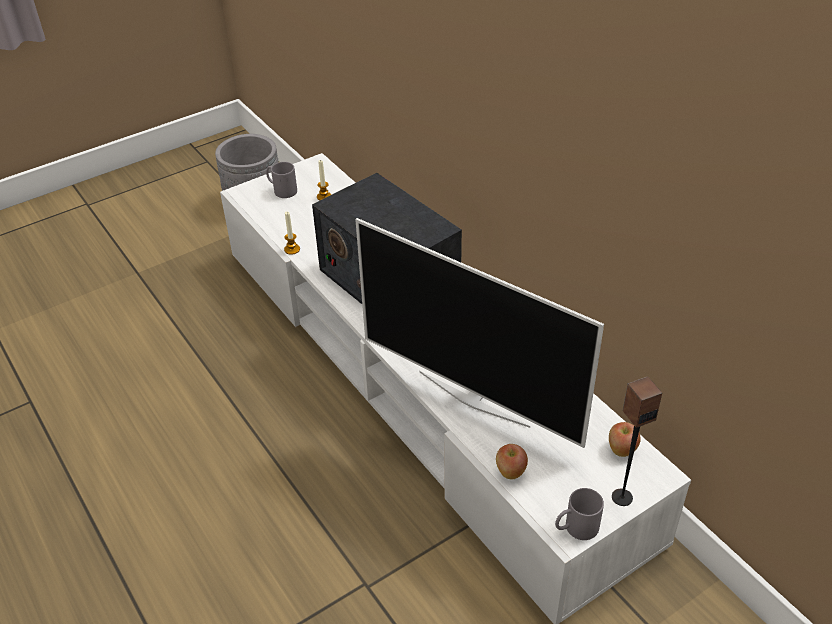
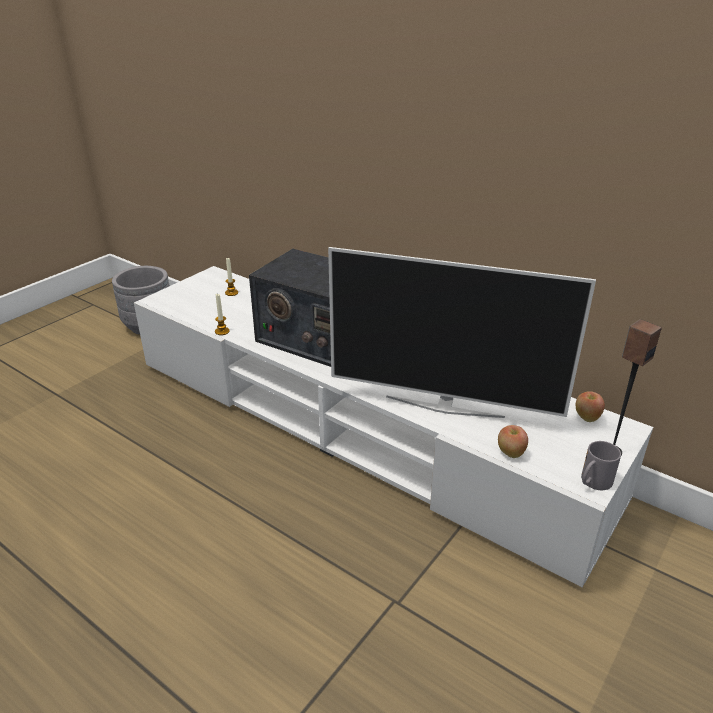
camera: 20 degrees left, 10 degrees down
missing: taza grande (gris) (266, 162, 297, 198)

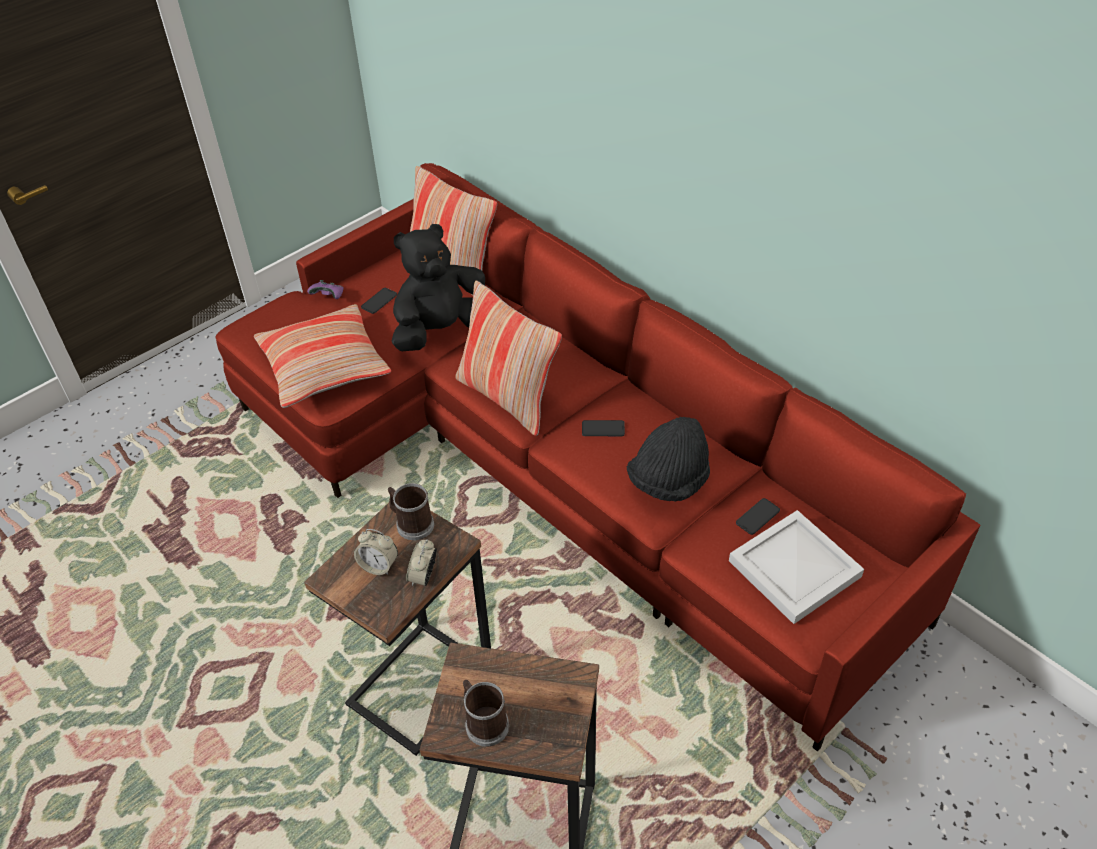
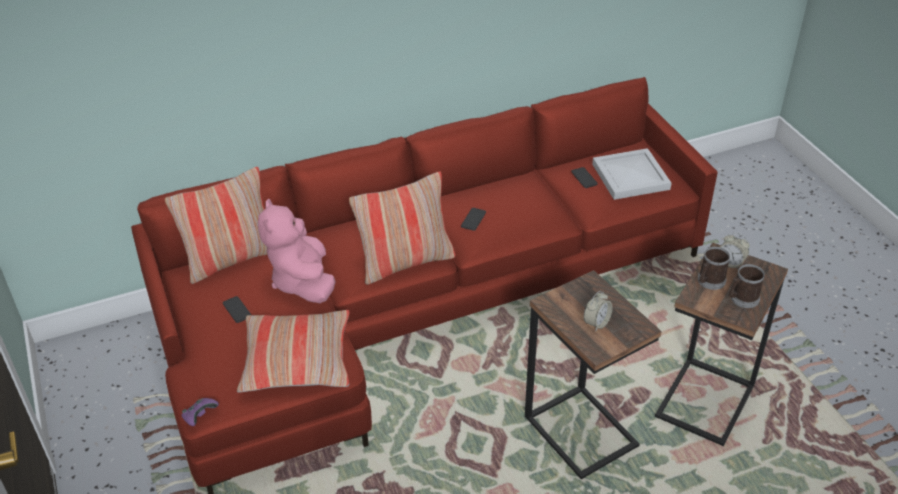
camera: 70 degrees left, 5 degrees down
missing: sombrero (negro) (627, 417, 710, 501)
relocated: mando de consola (morado) (307, 280, 344, 299) to (182, 398, 219, 426); taza grande (388, 483, 434, 540) to (698, 247, 730, 290); despertador (406, 539, 437, 587) to (720, 232, 750, 269)
colour: peluche (negro) (391, 224, 485, 351) to peluche (rosa) (258, 198, 336, 303)

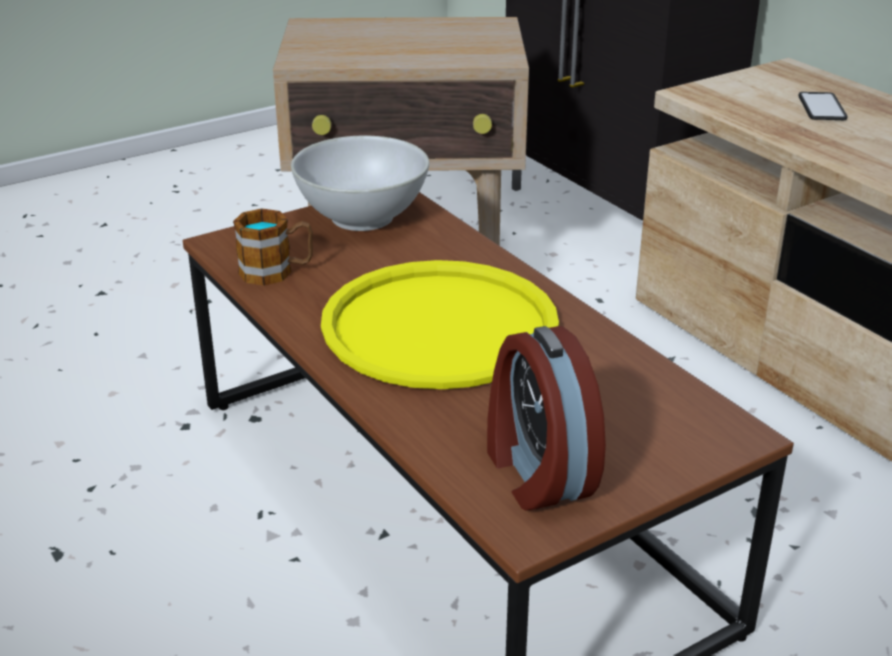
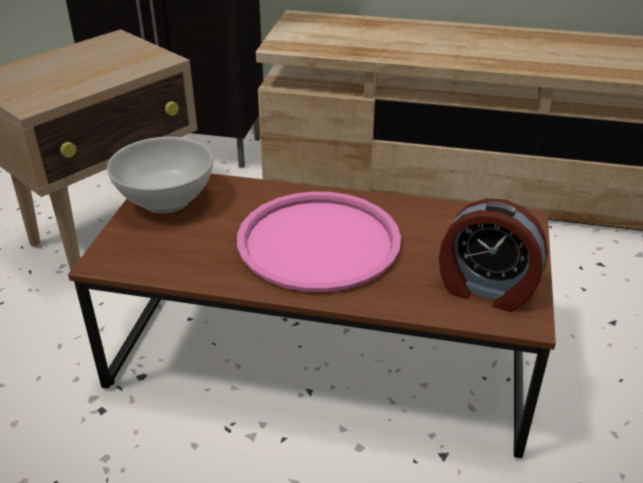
camera: 45 degrees left, 5 degrees up
missing: móvil (799, 92, 847, 120); taza grande (233, 208, 313, 286)
colour: bandeja (amarillo) (321, 260, 559, 389) to bandeja (rosa) (237, 192, 401, 292)

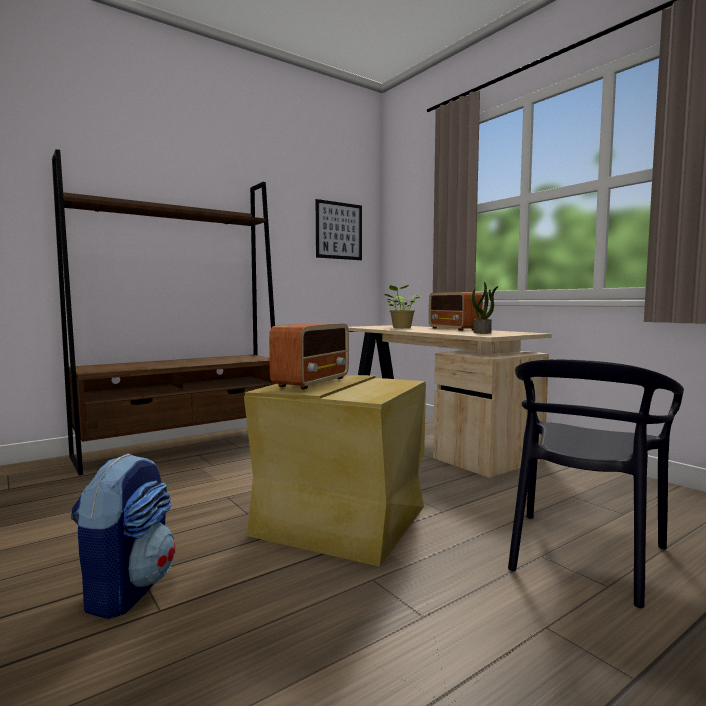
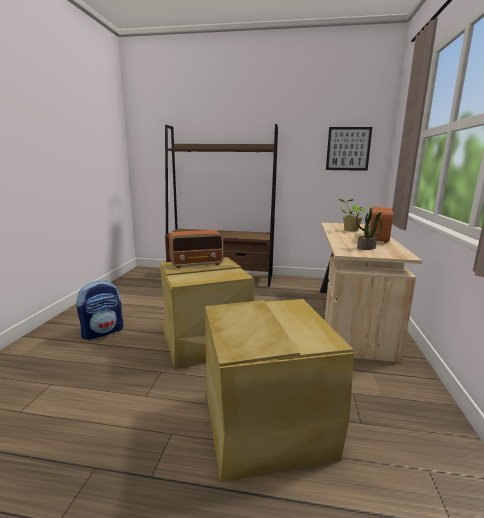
camera: 45 degrees right, 10 degrees up
exchanged: silla (negro) (508, 359, 684, 608) to caja de almacenaje (beis) (205, 299, 354, 483)

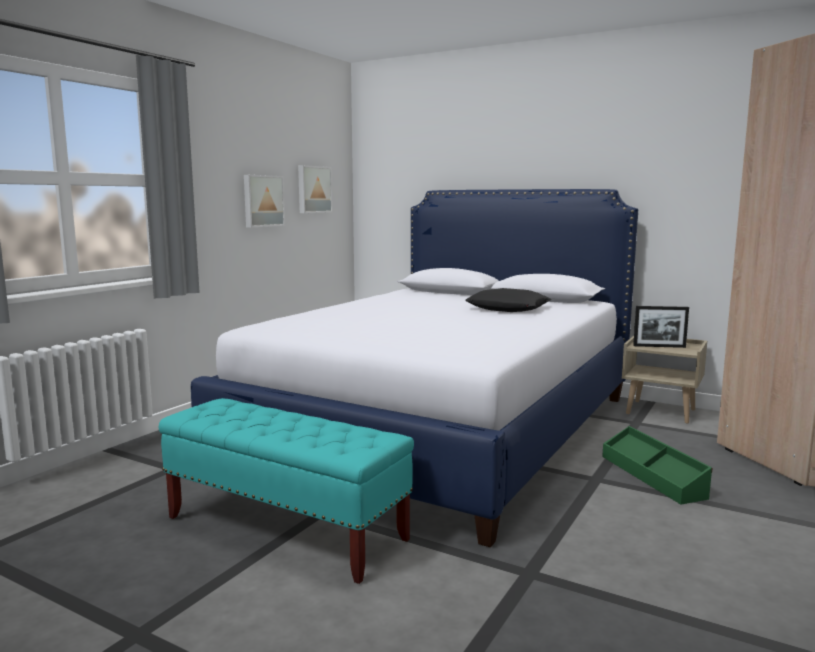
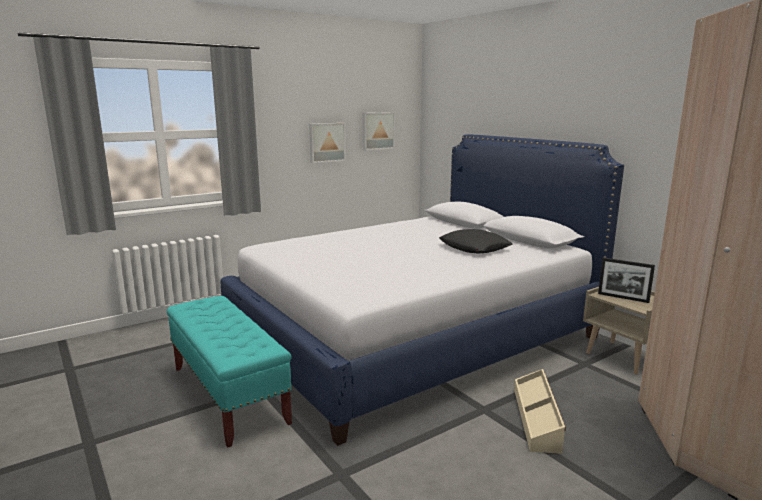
camera: 25 degrees right, 5 degrees up
colour: caja de almacenaje (verde) (602, 426, 712, 505) to caja de almacenaje (beis) (514, 369, 566, 454)

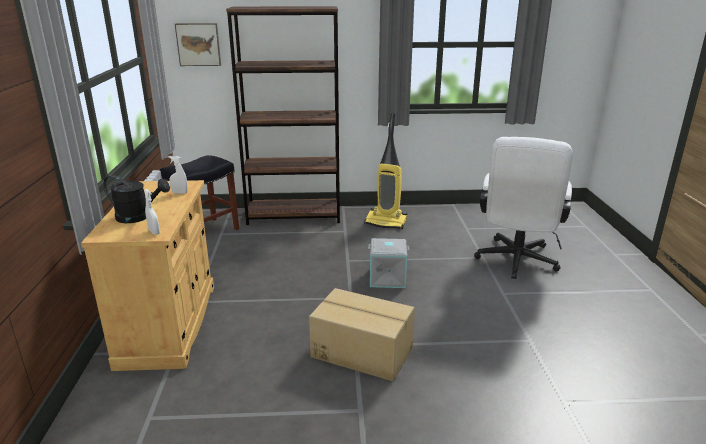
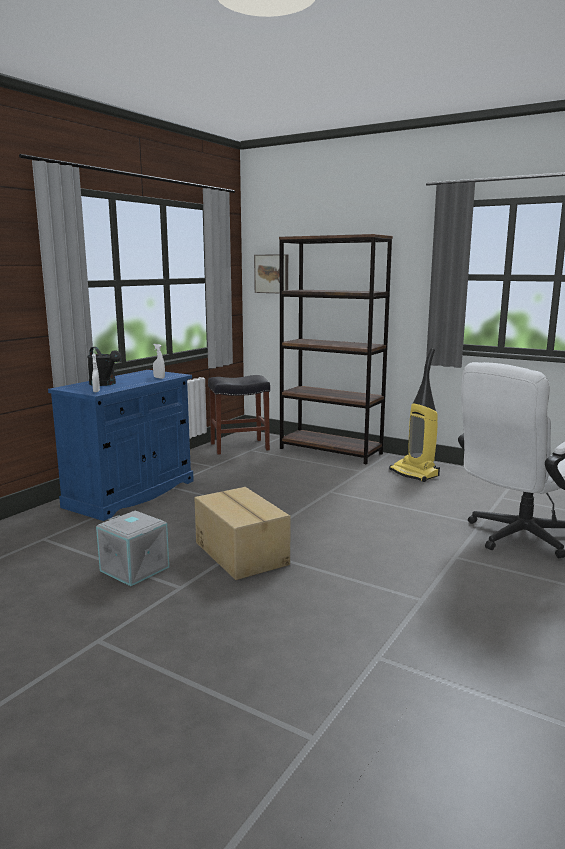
camera: 35 degrees right, 10 degrees down
relocated: caja de almacenaje (gris) (368, 238, 409, 288) to (96, 510, 169, 586)
colour: armario (beis) (81, 180, 214, 371) to armario (azul) (48, 370, 194, 521)

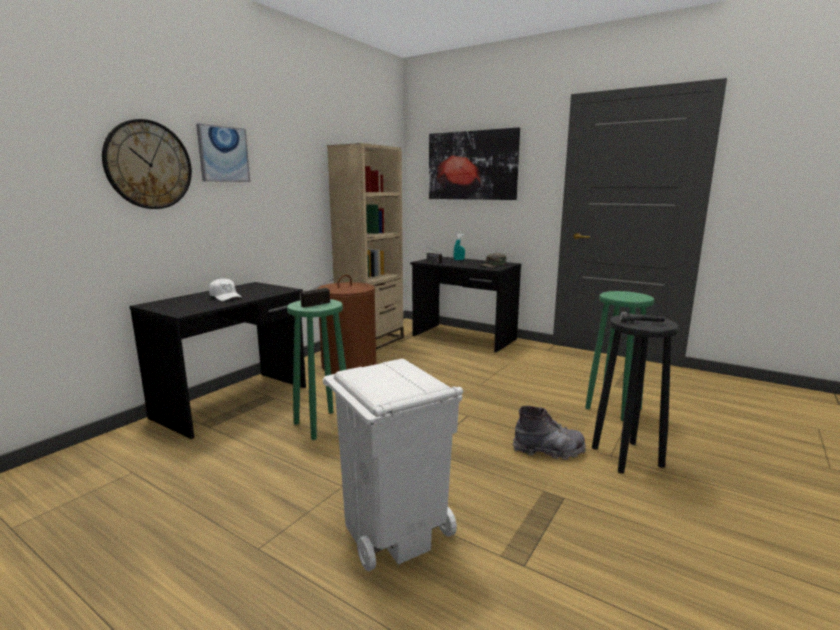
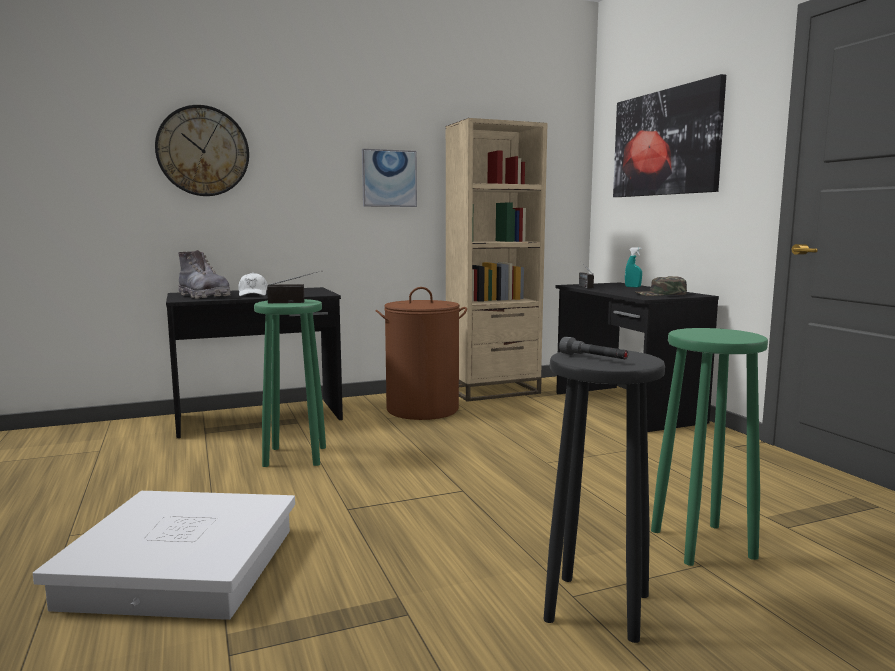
camera: 35 degrees right, 5 degrees down
relocated: cuadro (196, 123, 250, 182) to (362, 149, 417, 207); bota (gris) (513, 406, 586, 460) to (178, 250, 231, 299)
exchanged: papelera (blanco) (323, 359, 463, 572) to caja de almacenaje (blanco) (33, 491, 295, 620)

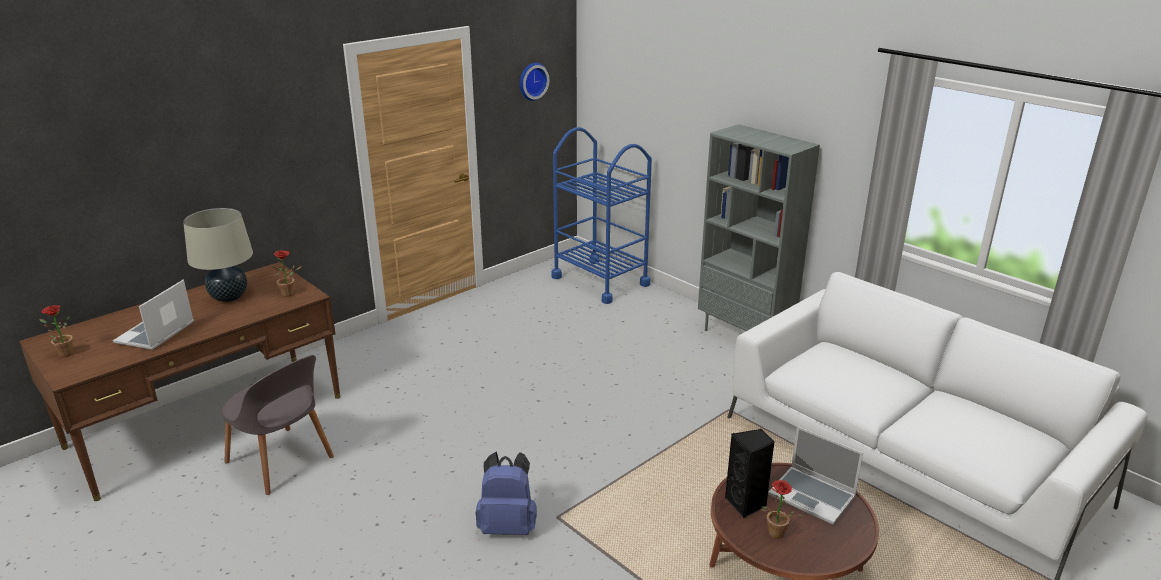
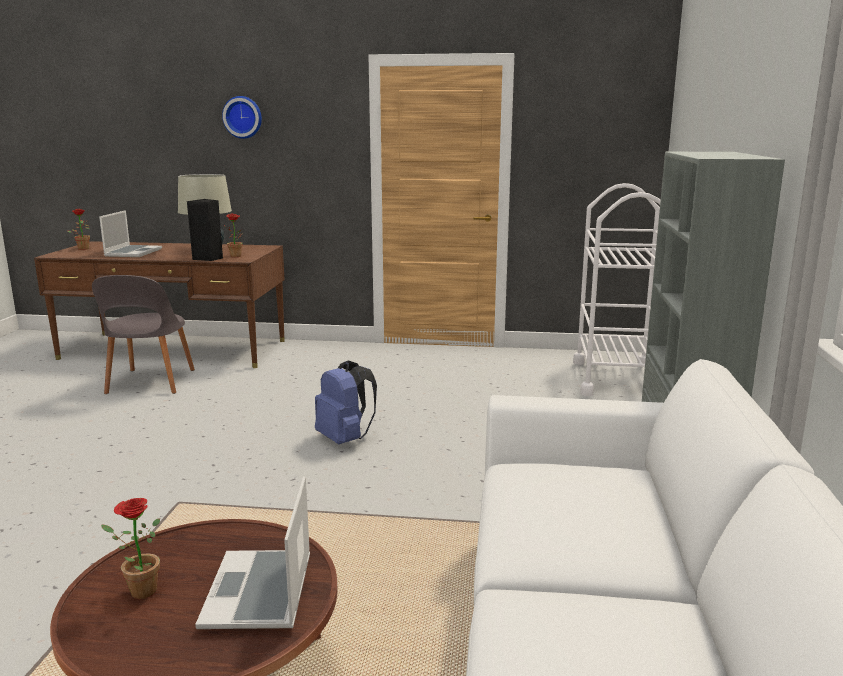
camera: 50 degrees right, 10 degrees down
relocated: reloj de pared (520, 63, 549, 101) to (222, 96, 262, 139); altavoz (negro) (725, 429, 775, 518) to (187, 199, 223, 261); mochila (azul) (476, 451, 537, 535) to (315, 360, 377, 444)
colour: carrito (azul) (551, 127, 652, 304) to carrito (blanco) (573, 183, 661, 396)
spun: portátil (113, 280, 194, 350) = (99, 210, 162, 257) 120 degrees clockwise

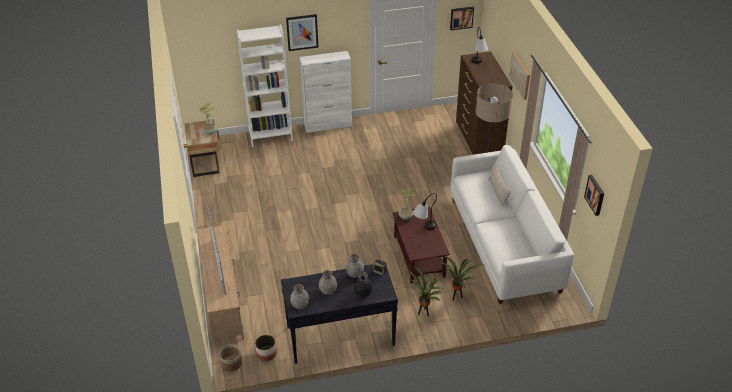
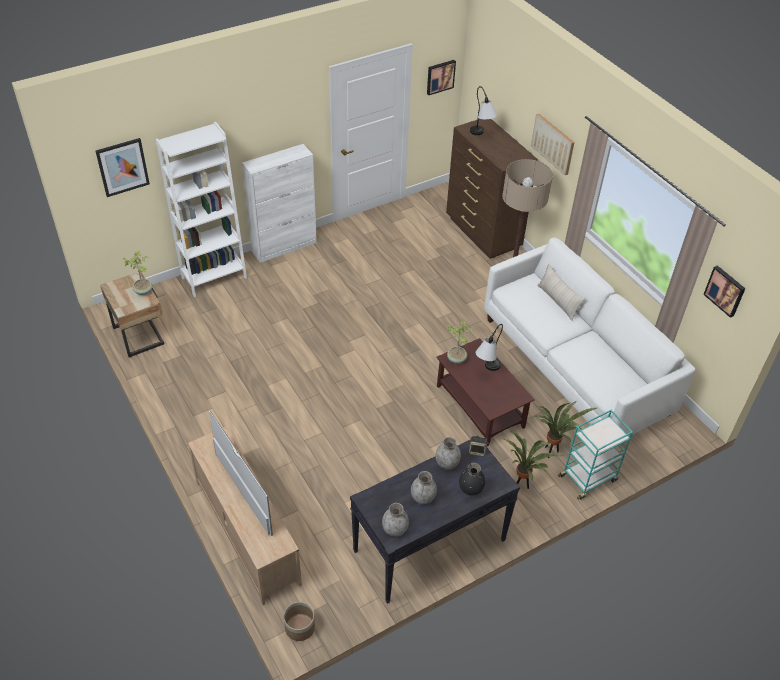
camera: 20 degrees left, 5 degrees up
missing: maceta (255, 335, 277, 361)
appeared: carrito (turquesa) (558, 410, 633, 500)
relocated: cuadro (286, 14, 319, 51) to (96, 138, 150, 197)

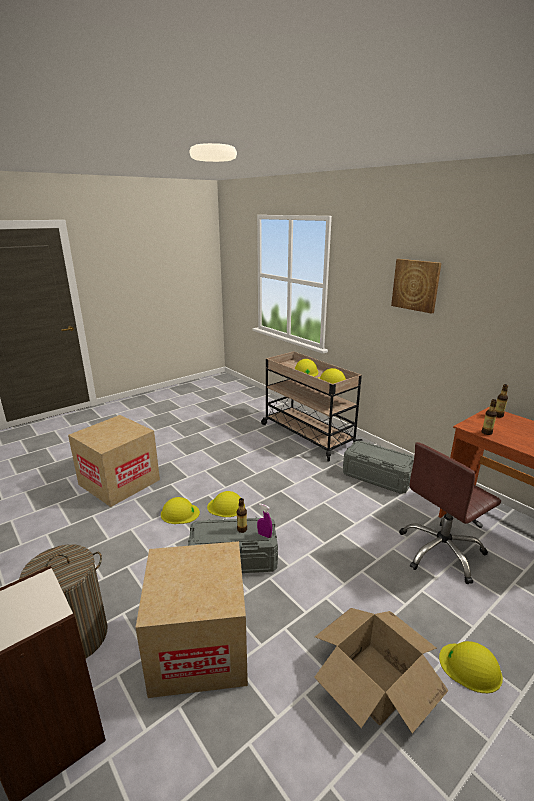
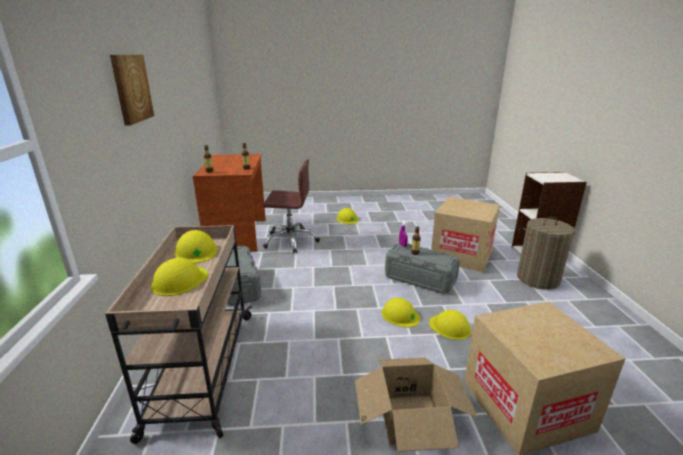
camera: 145 degrees left, 0 degrees up
relocated: caja de cartón (314, 608, 449, 734) to (355, 358, 478, 452)

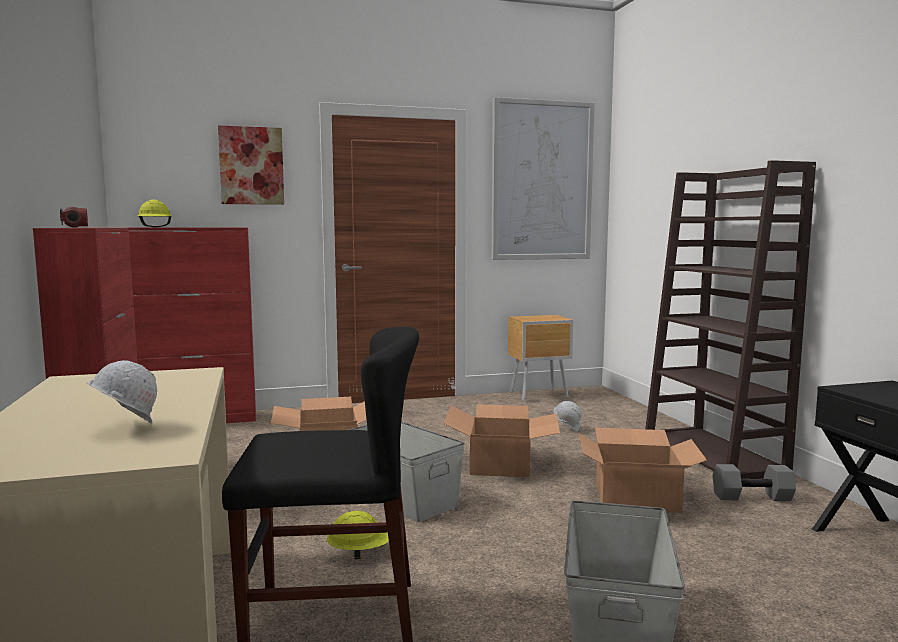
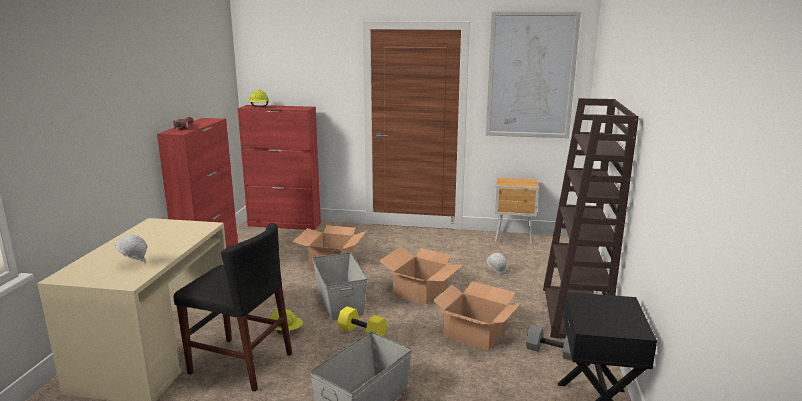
camera: 25 degrees right, 10 degrees up
missing: cuadro (218, 125, 284, 205)
appeared: mancuerna (amarillo) (337, 306, 387, 336)

